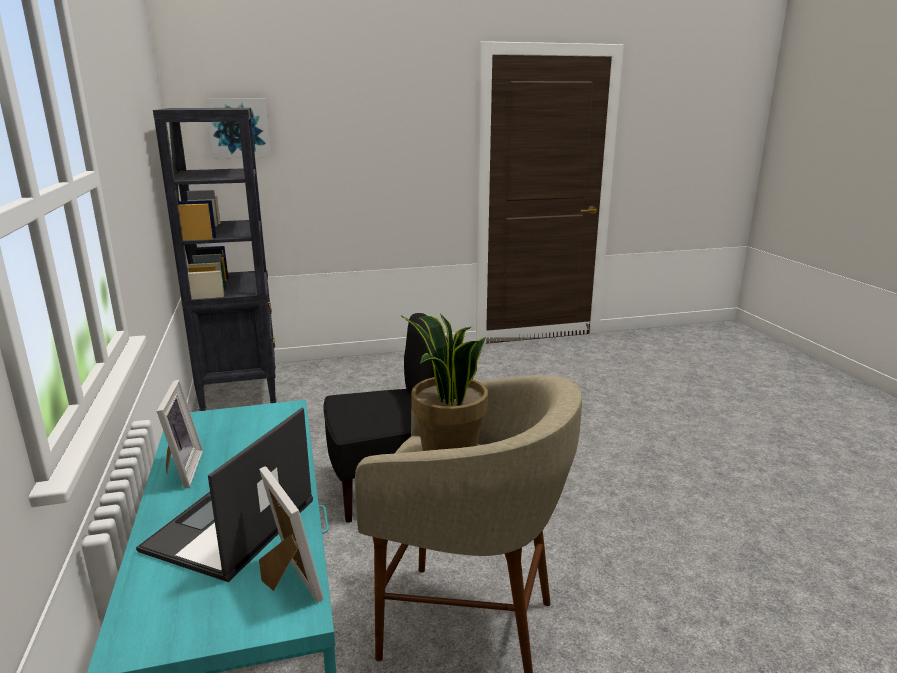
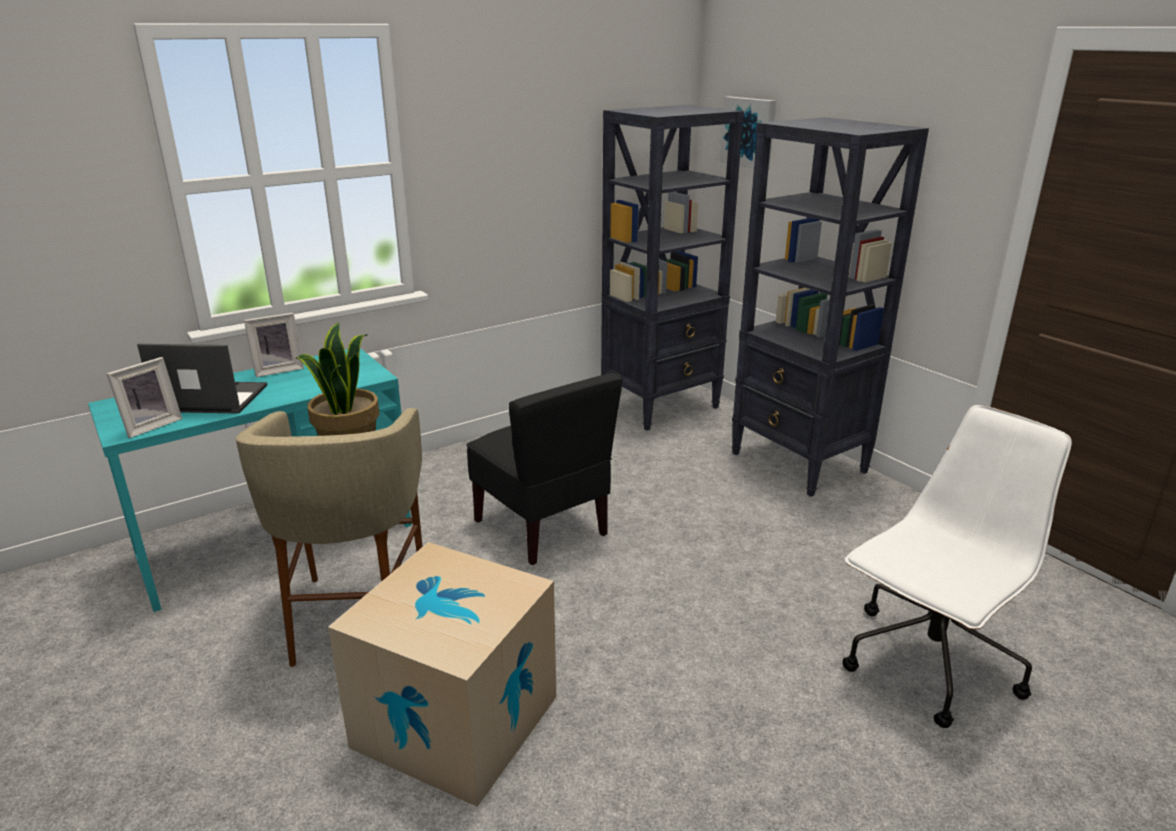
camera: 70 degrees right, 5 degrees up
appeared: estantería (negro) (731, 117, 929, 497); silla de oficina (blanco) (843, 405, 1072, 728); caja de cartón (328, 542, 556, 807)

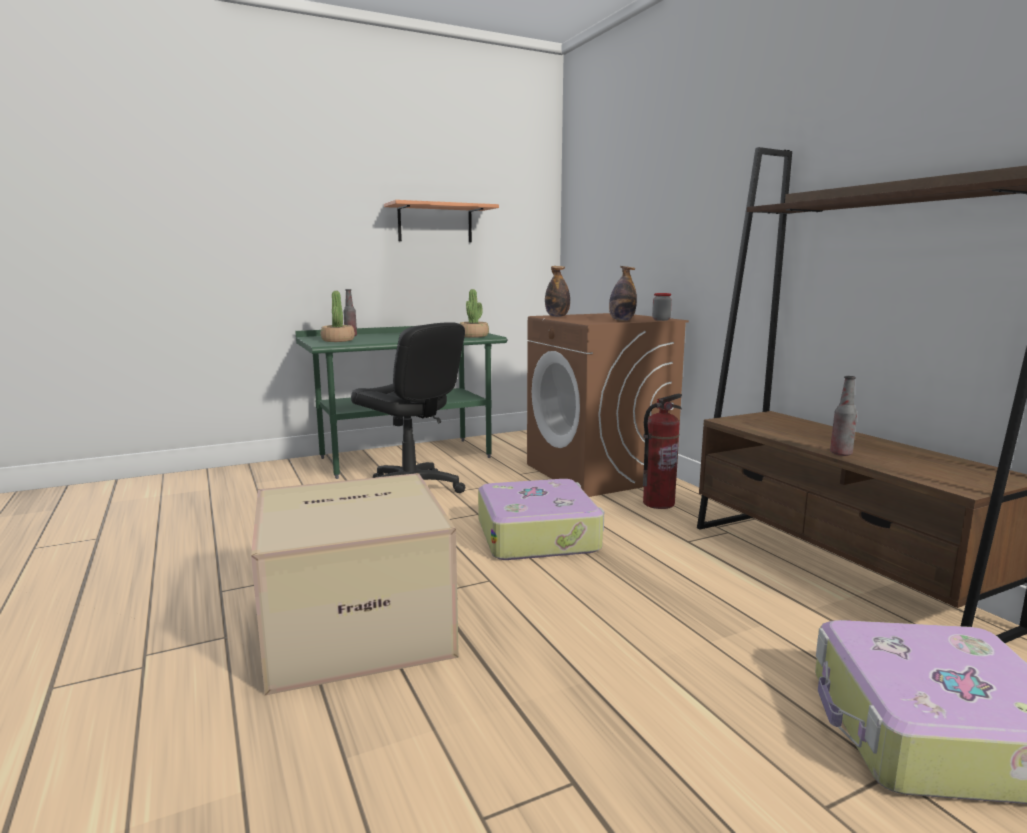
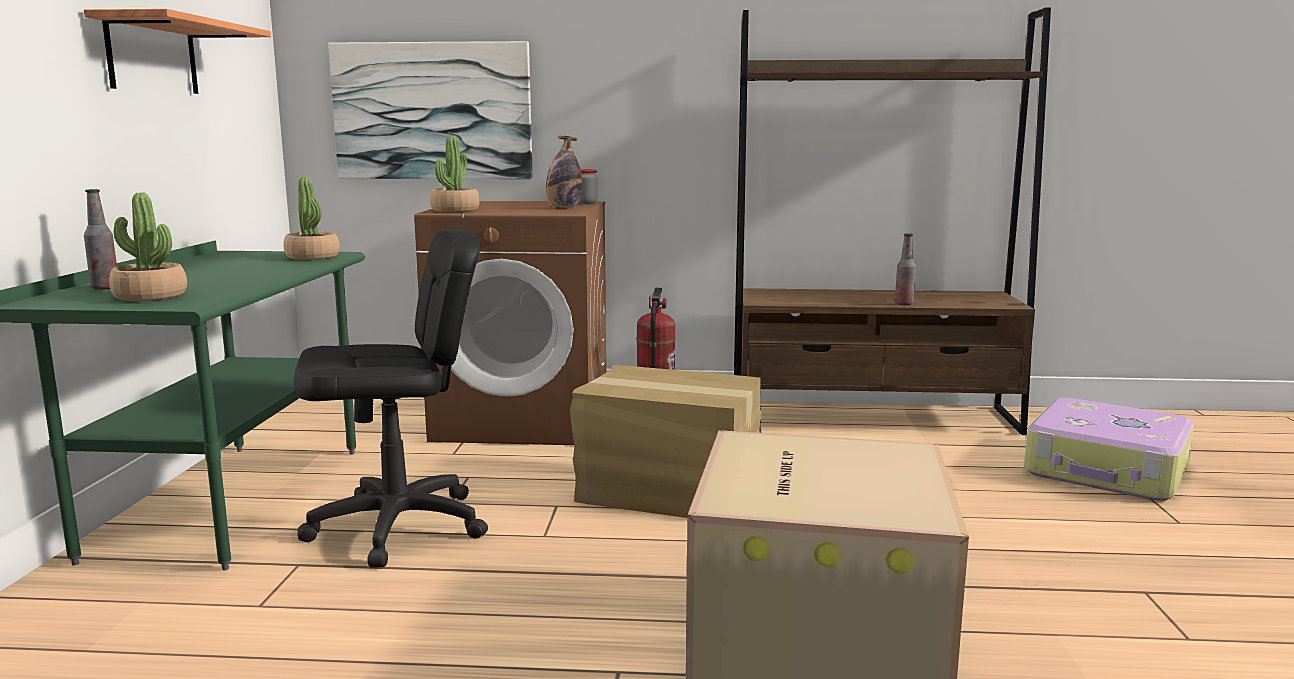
camera: 60 degrees left, 0 degrees up
appeared: cuadro (328, 41, 533, 179)
exchanged: botella (545, 266, 570, 317) to planta en maceta (430, 136, 480, 212); maleta (478, 479, 604, 560) to caja de cartón (570, 365, 762, 518)

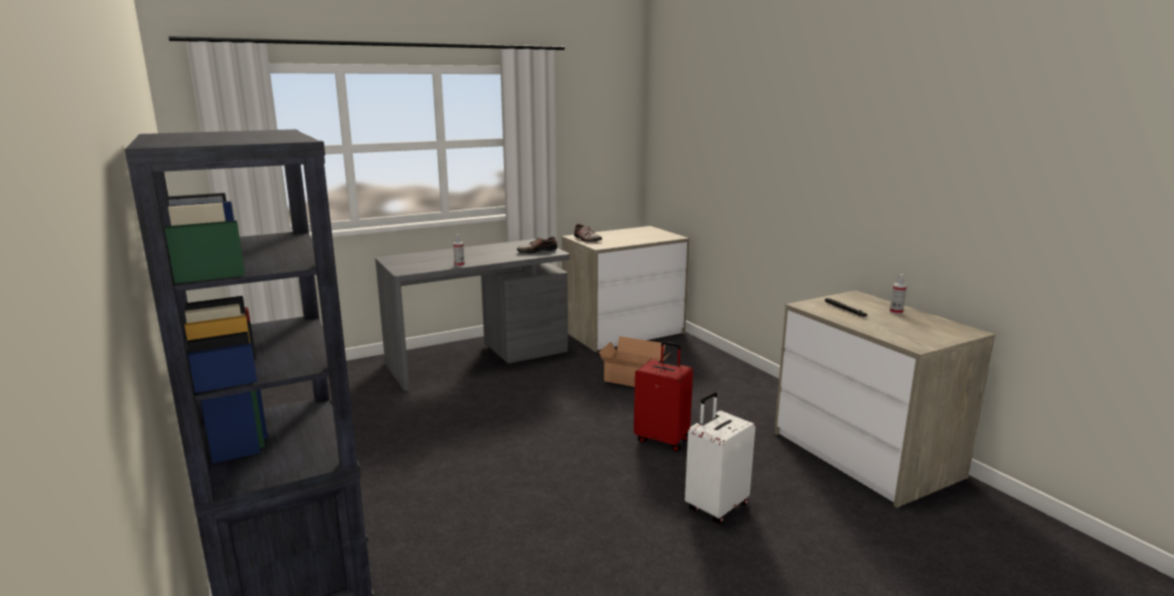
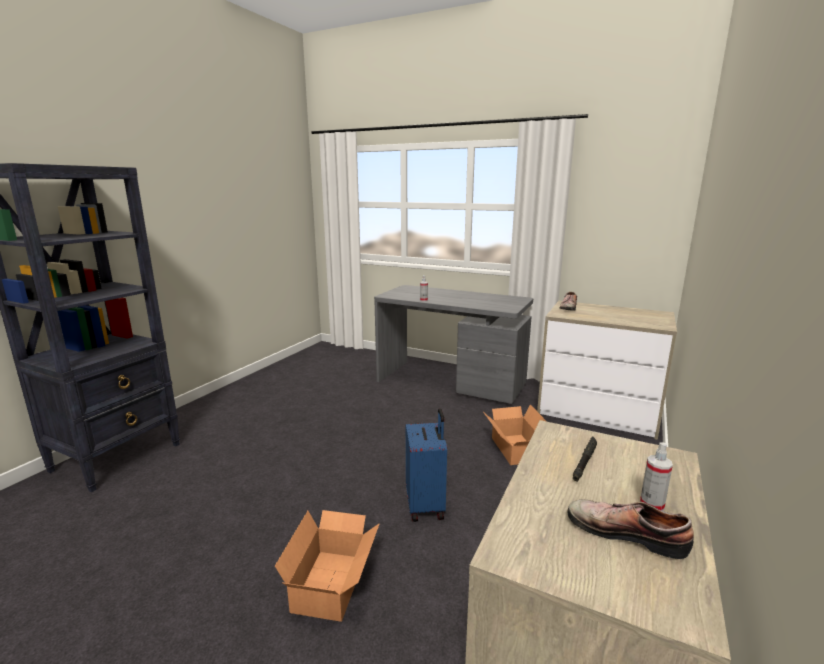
camera: 55 degrees right, 0 degrees up
relocated: zapato (517, 236, 557, 254) to (567, 500, 694, 559)
exchanged: maleta (blanco) (685, 392, 755, 523) to caja de cartón (275, 510, 380, 622)
colour: maleta (rojo) (634, 341, 693, 452) to maleta (azul) (406, 408, 447, 522)

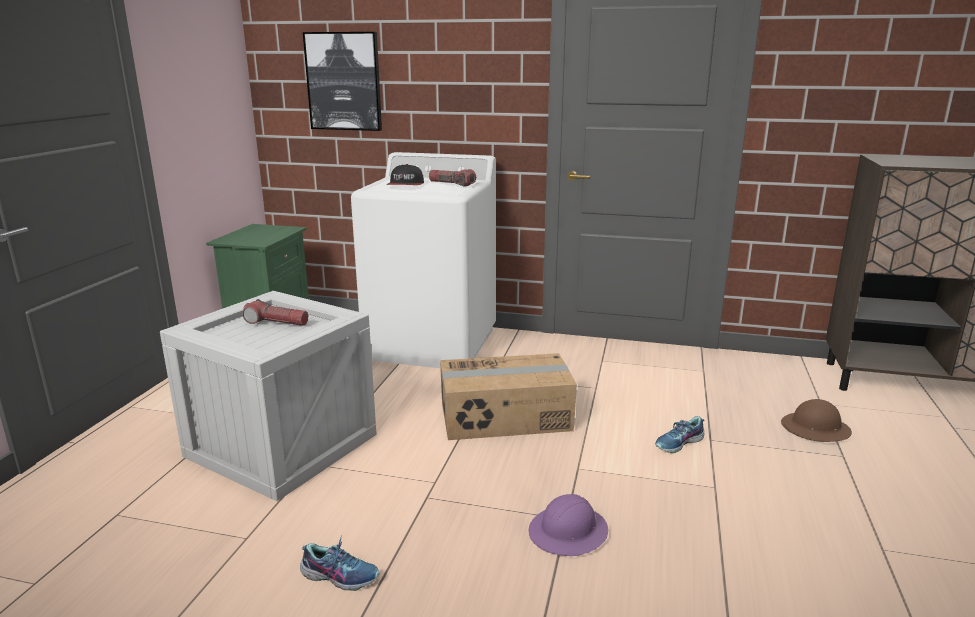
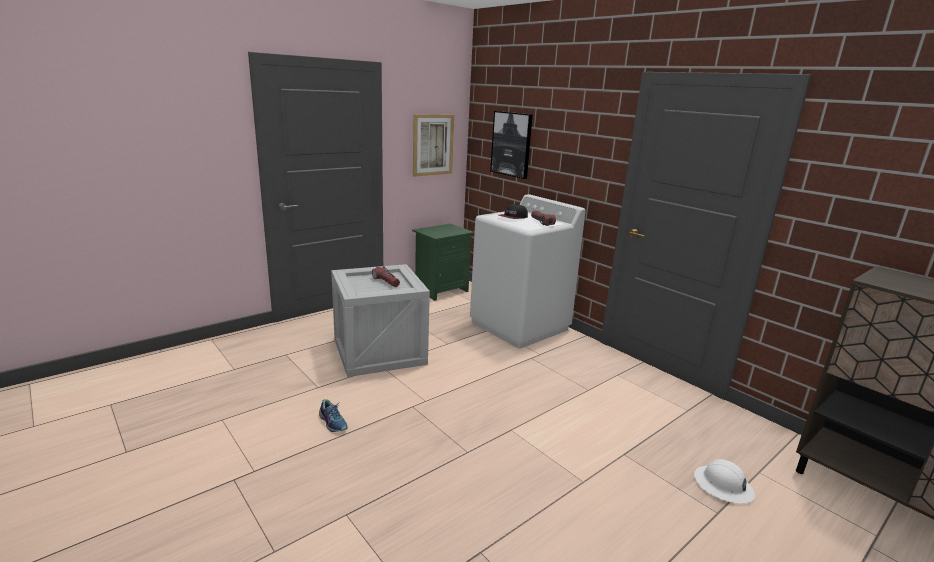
camera: 35 degrees right, 0 degrees up
missing: caja de cartón (440, 353, 577, 440); zapato (655, 416, 705, 453); casco (morado) (529, 494, 608, 556)
appeared: cuadro (413, 114, 454, 177)
colour: casco (marrón) (781, 399, 852, 442) to casco (blanco) (694, 459, 755, 504)

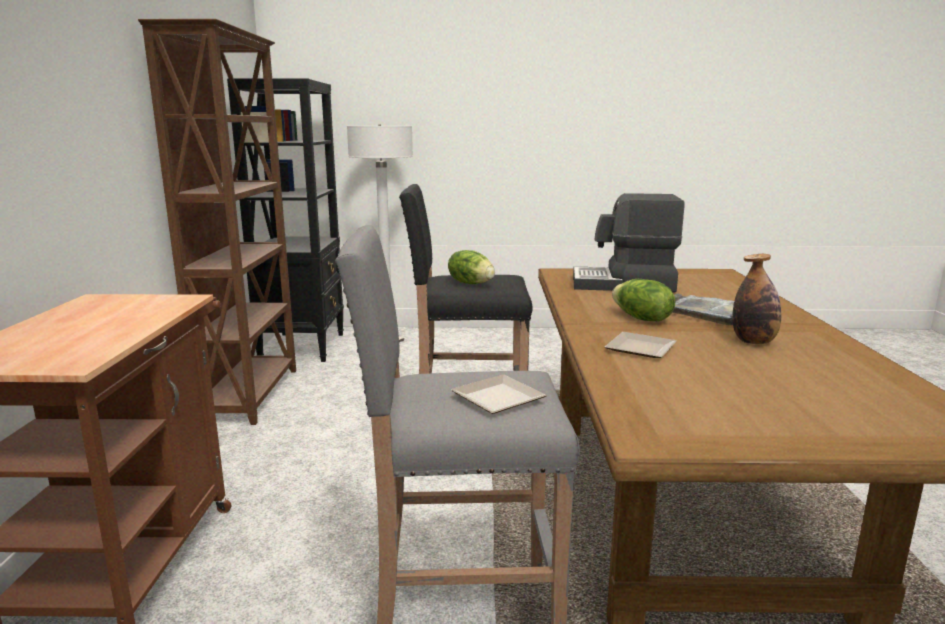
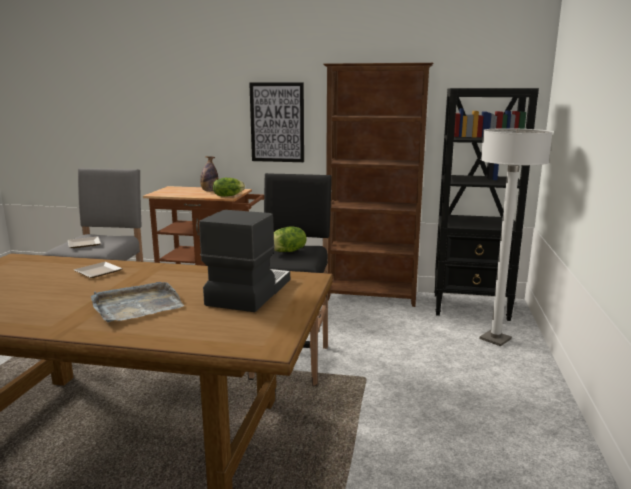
camera: 100 degrees right, 0 degrees up
appeared: cuadro (249, 82, 304, 162)
relocated: botella (732, 254, 781, 344) to (200, 156, 218, 191); lechuga (612, 279, 676, 321) to (213, 178, 245, 197)

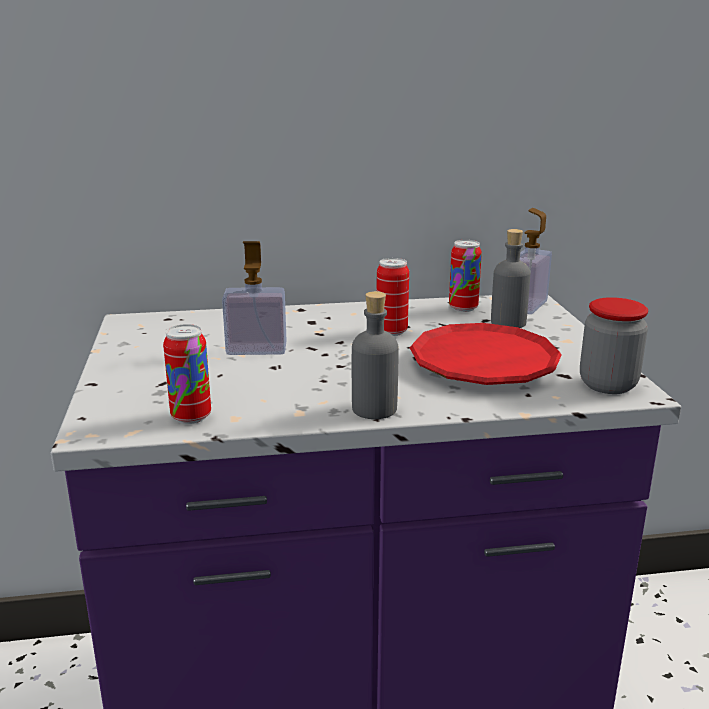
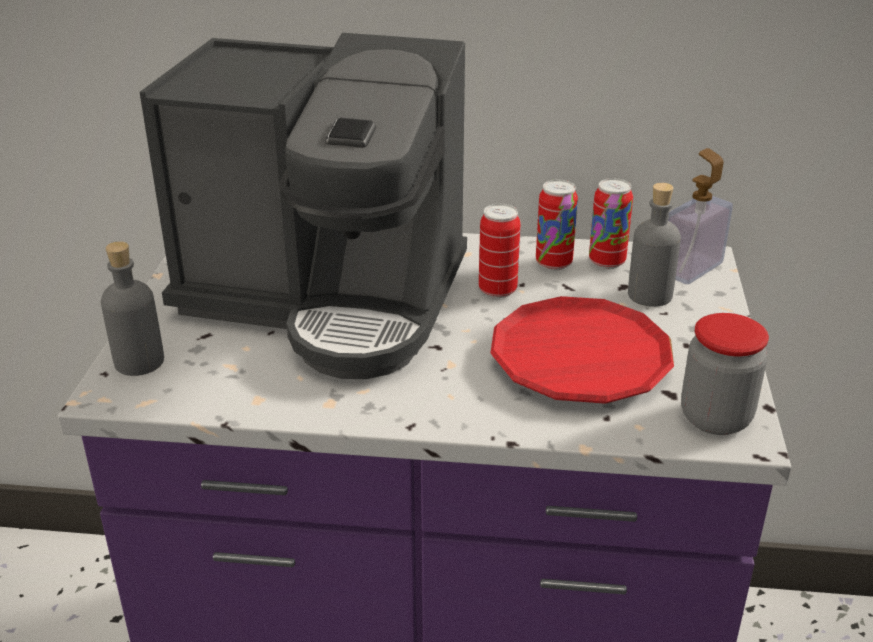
camera: 15 degrees right, 10 degrees up
relocated: botella (gris) (352, 291, 399, 419) to (101, 241, 164, 376); lata (163, 324, 211, 424) to (536, 179, 578, 271)
exchanged: dispensador de jabón (222, 241, 287, 355) to cafetera (140, 33, 467, 379)

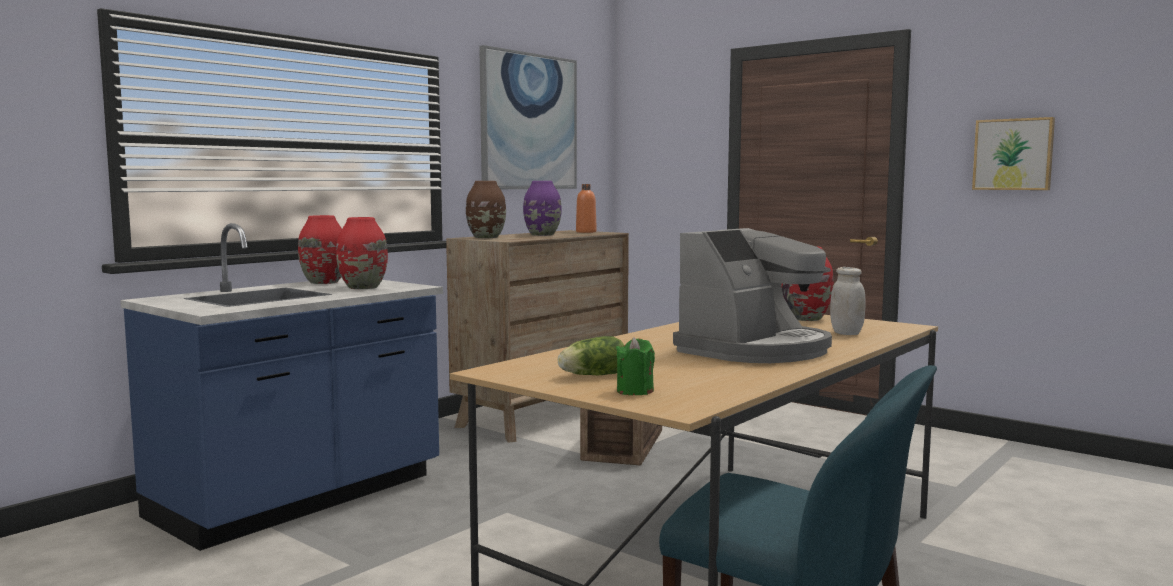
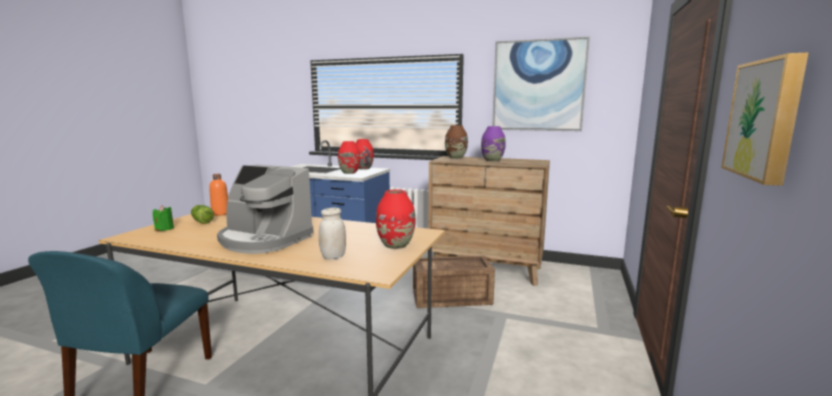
camera: 70 degrees right, 5 degrees up
relocated: botella (naranja) (576, 184, 597, 233) to (209, 174, 228, 216)

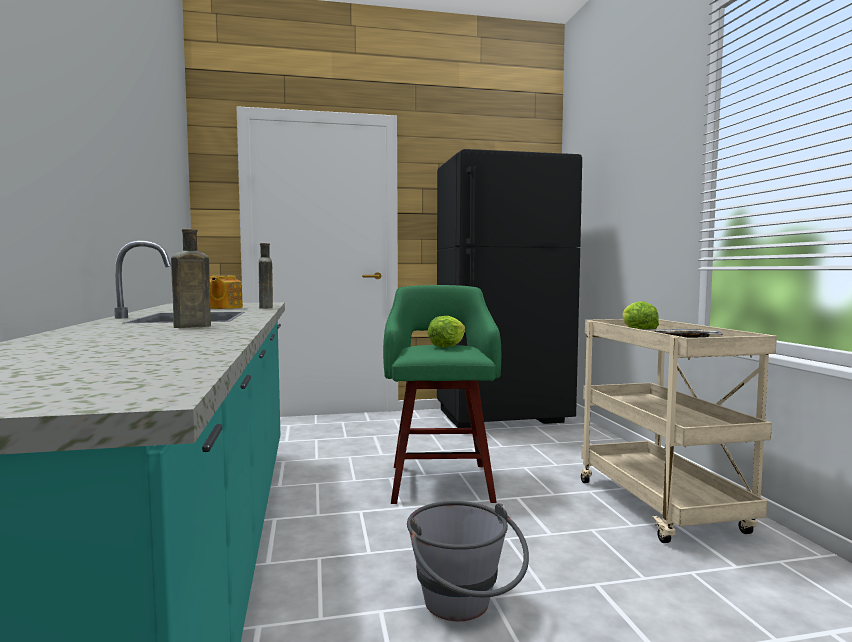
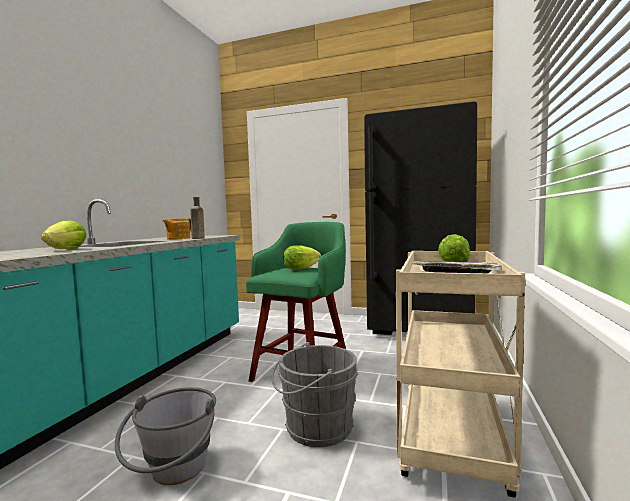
camera: 30 degrees right, 0 degrees up
appeared: cubo (gris) (272, 342, 358, 447)
exchanged: botella (marrón) (171, 229, 211, 328) to lechuga (41, 220, 87, 249)

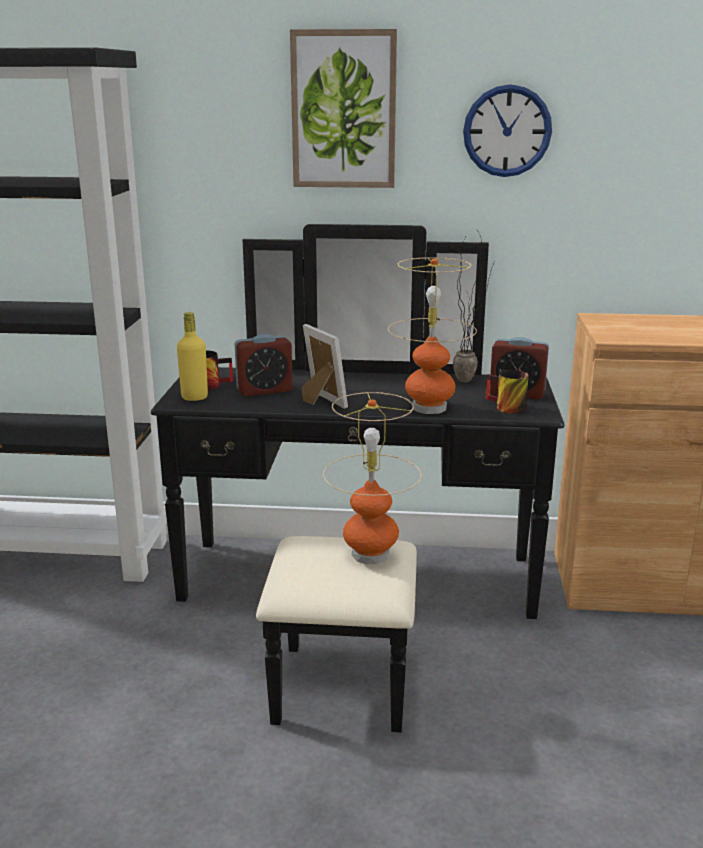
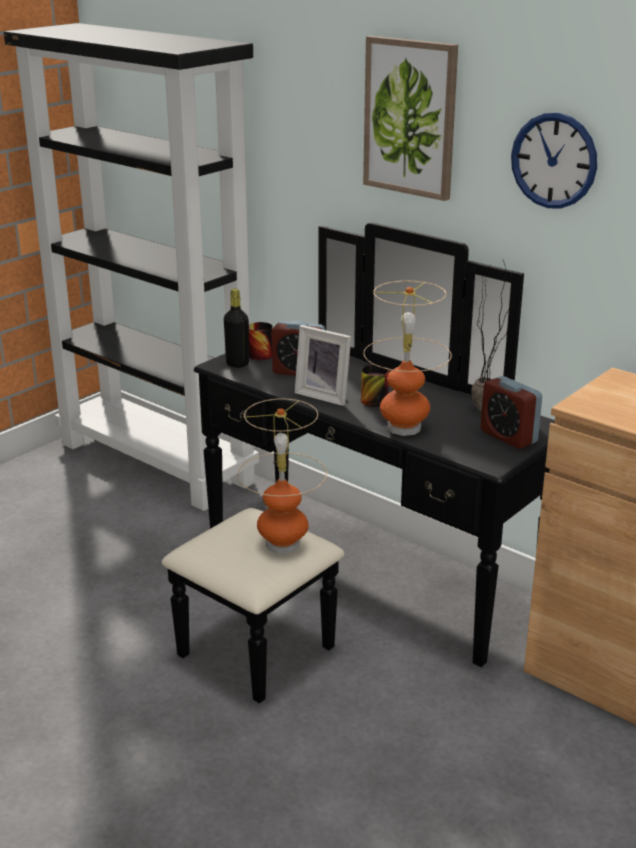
camera: 35 degrees right, 5 degrees up
relocated: taza grande (485, 370, 529, 414) to (361, 365, 389, 407)
colour: botella (amarillo) (177, 312, 208, 401) to botella (negro) (224, 289, 249, 368)
spun: portarretratos (301, 324, 348, 409) = (295, 325, 351, 406) 120 degrees clockwise

